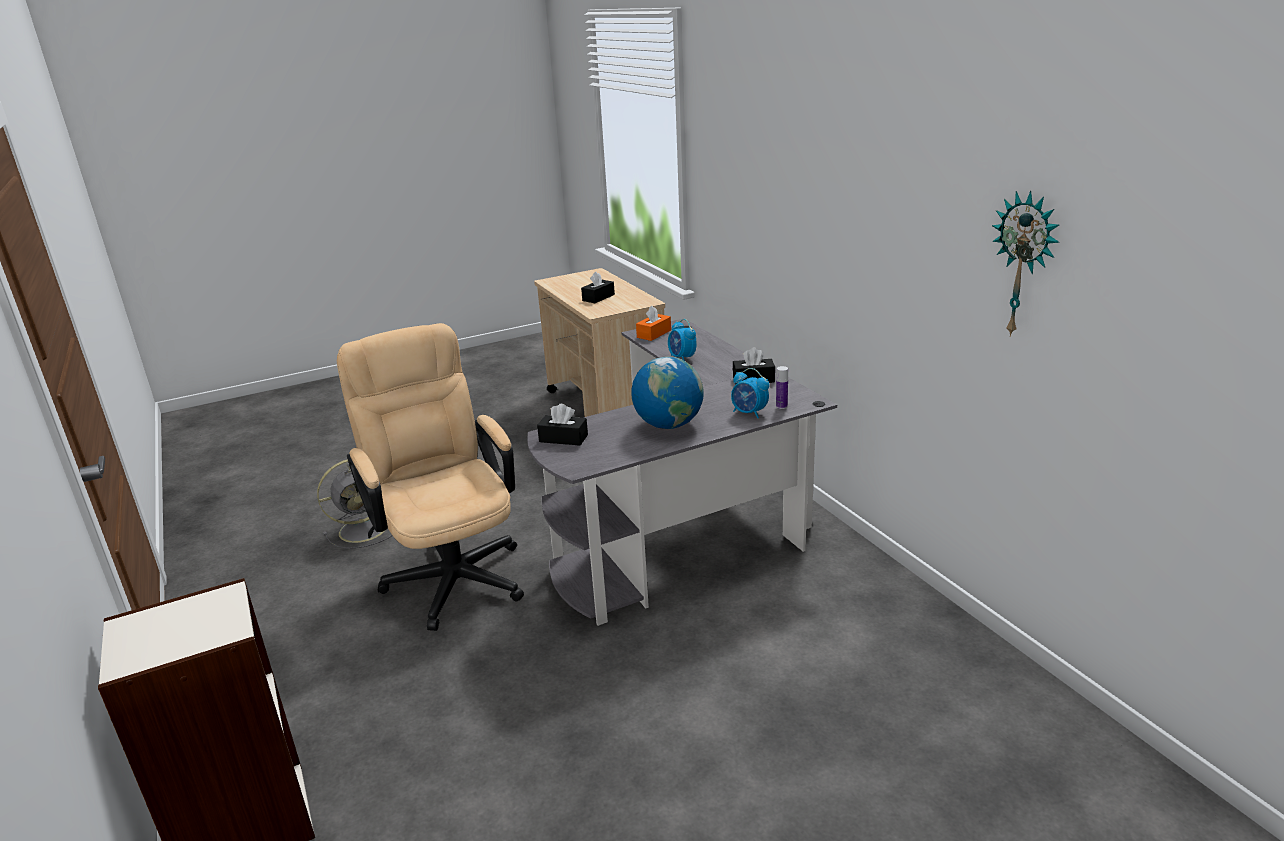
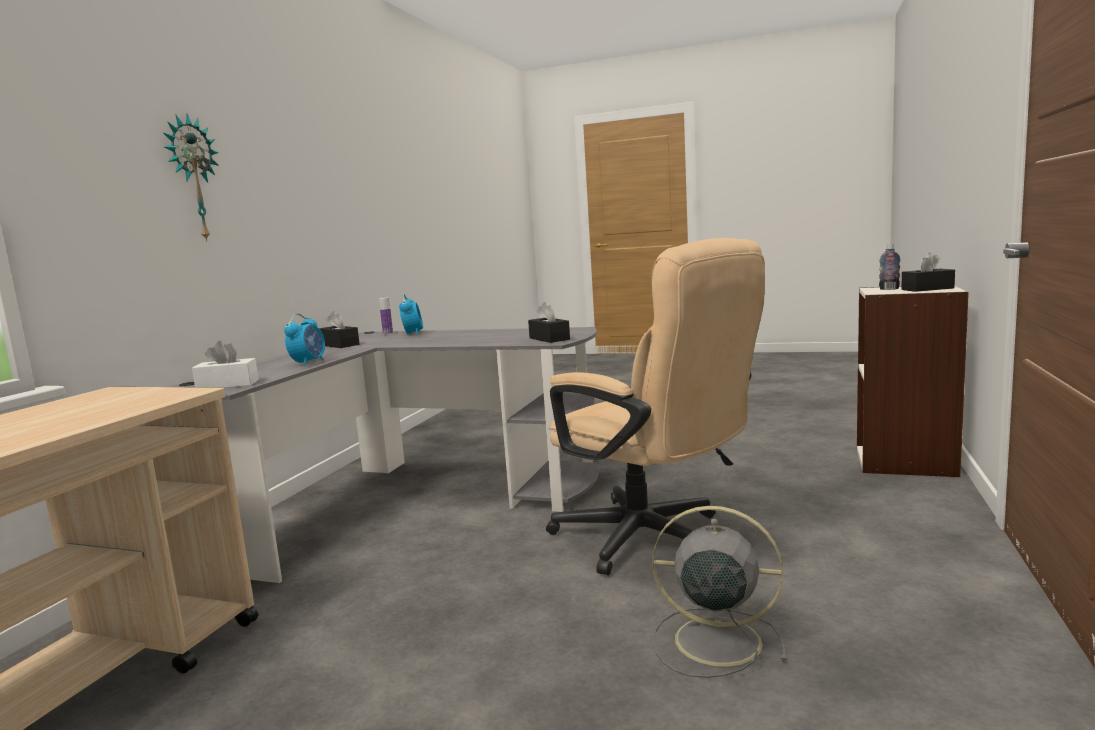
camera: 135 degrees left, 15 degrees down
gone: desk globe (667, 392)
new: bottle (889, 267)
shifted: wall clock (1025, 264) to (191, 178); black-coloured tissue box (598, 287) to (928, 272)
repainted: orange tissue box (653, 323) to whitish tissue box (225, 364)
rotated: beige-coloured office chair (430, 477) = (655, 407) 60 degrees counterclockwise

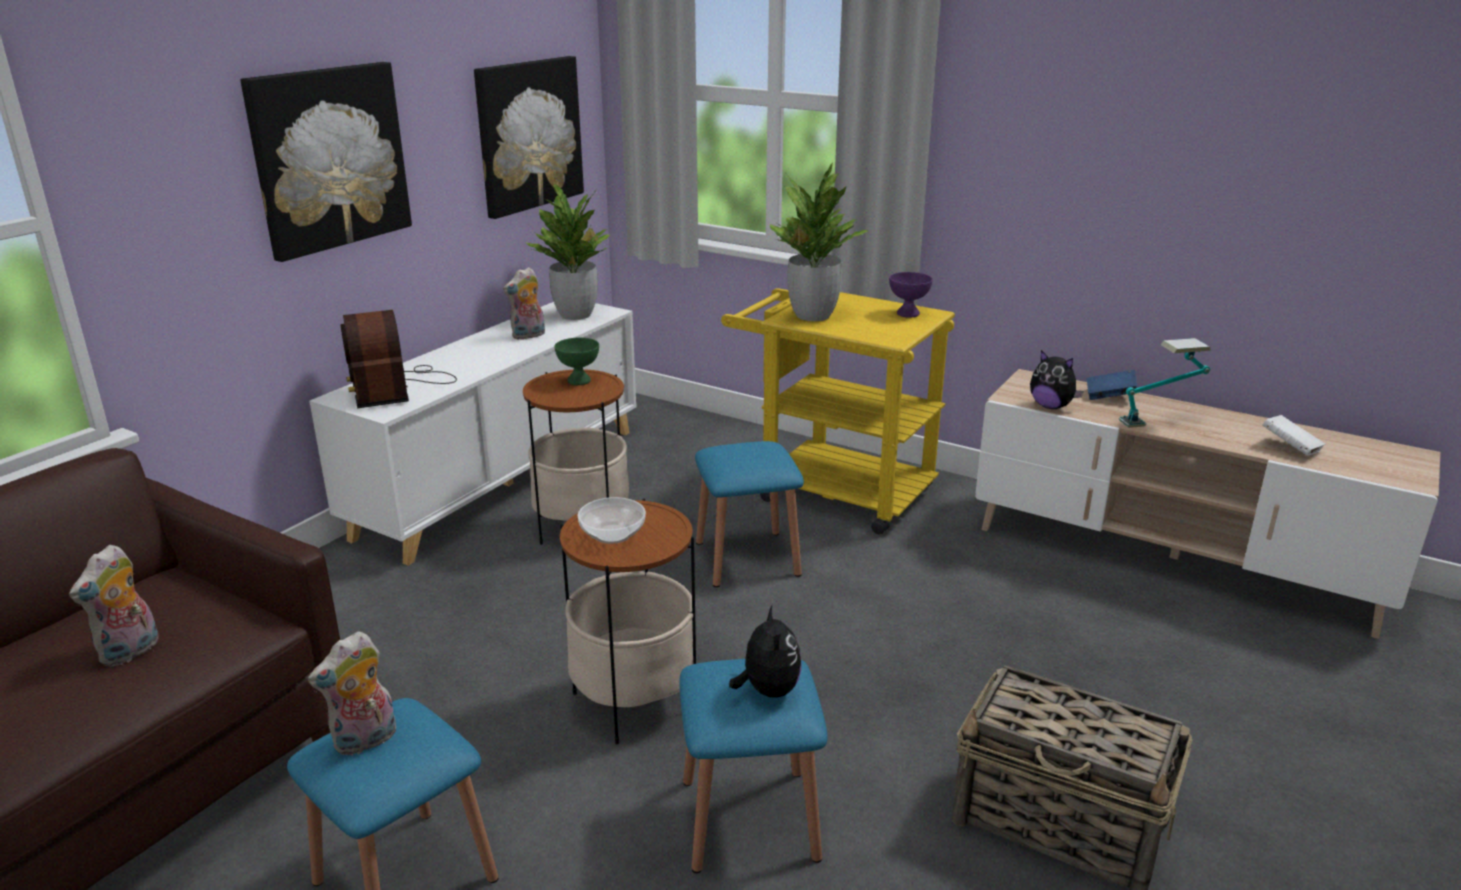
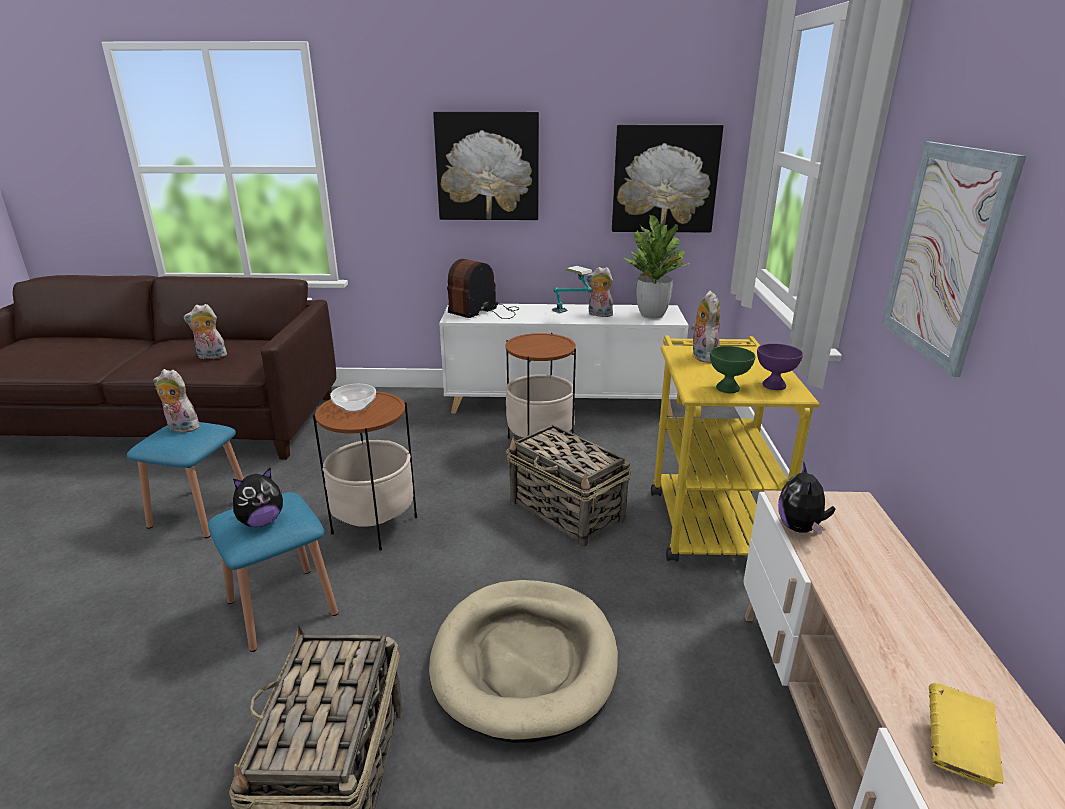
camera: 60 degrees right, 0 degrees up
gone: blue bound book (1112, 385)
new: beige-coloured pet bed (523, 661); wall picture (953, 259)
shifted: tabletop lamp (1165, 383) to (572, 289); greenish serving bowl (576, 361) to (732, 369)
swapped: blue stool seat (749, 514) to household basket (568, 486); plant in a pot (819, 242) to soft toy (705, 327)
repainted: whitish bound book (1294, 435) to yellow bound book (966, 735)

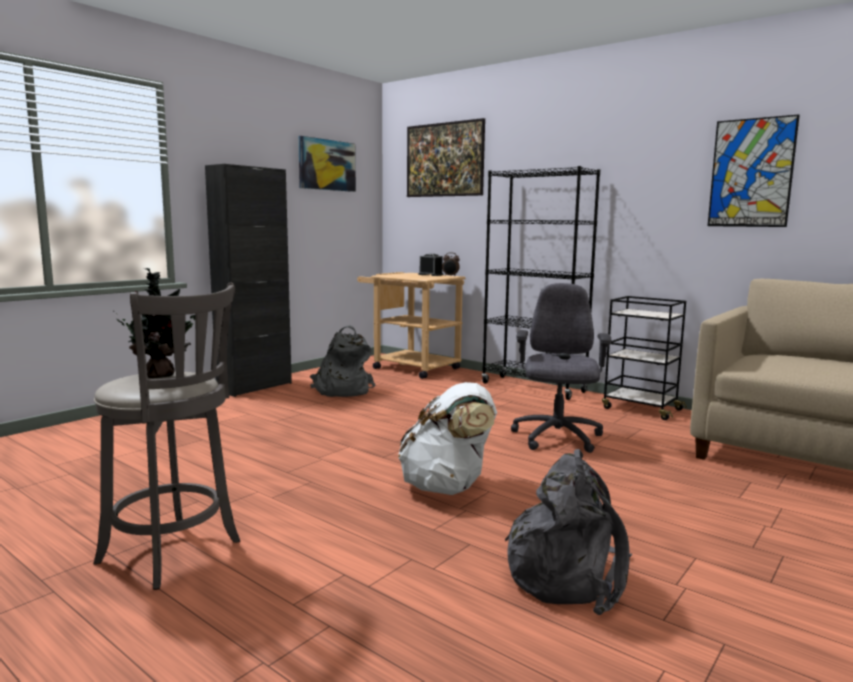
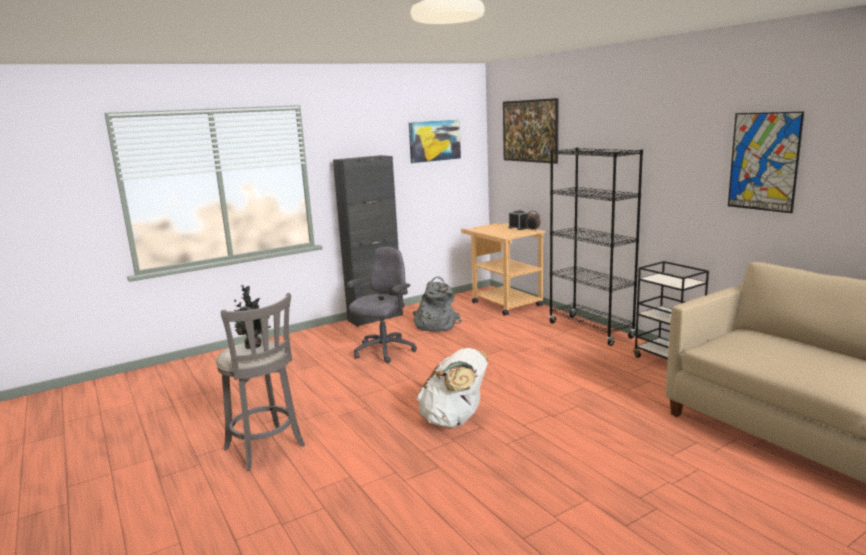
camera: 20 degrees right, 5 degrees up
gone: grey rucksack (569, 532)
shifted: grey office chair (561, 368) to (382, 305)

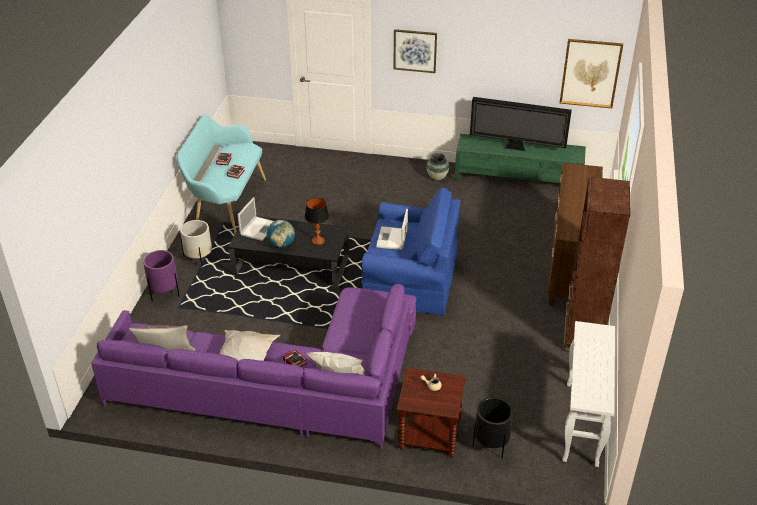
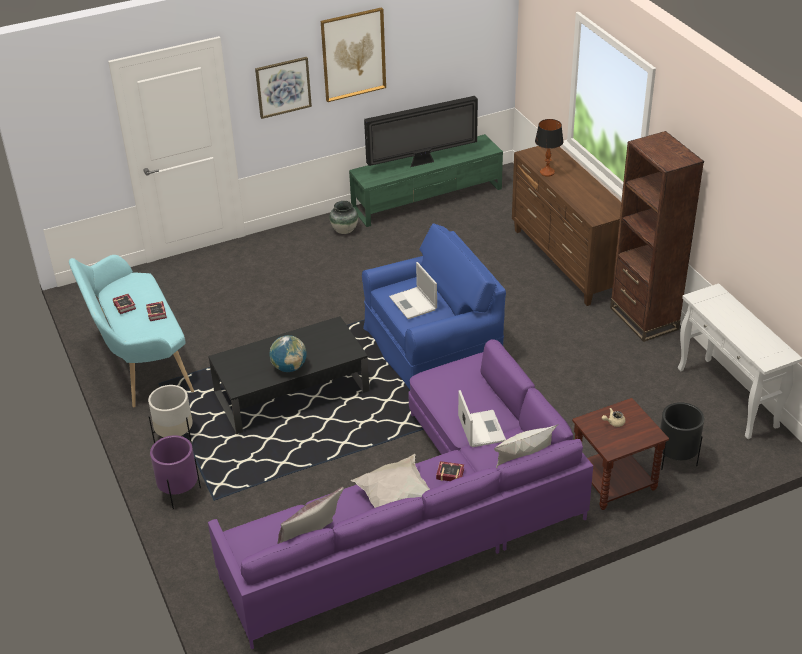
camera: 35 degrees left, 0 degrees up
shifted: wall picture (591, 73) to (353, 54); portable computer (255, 219) to (482, 418); tabletop lamp (317, 221) to (549, 148)

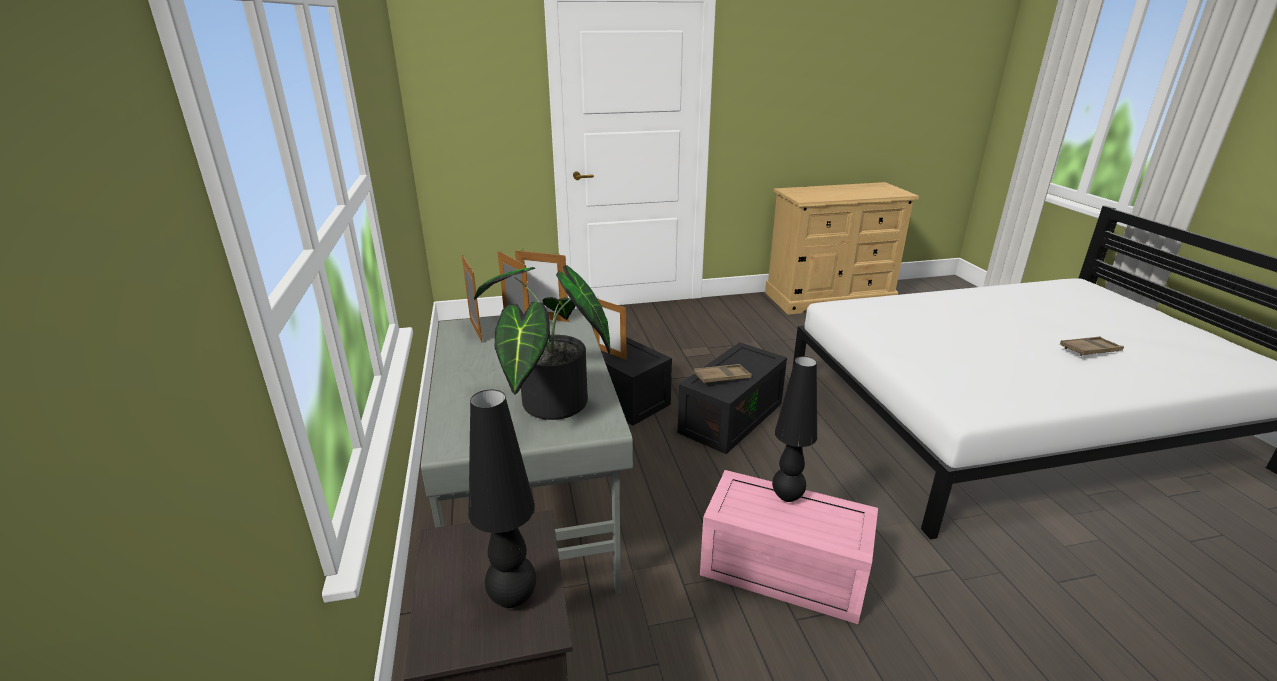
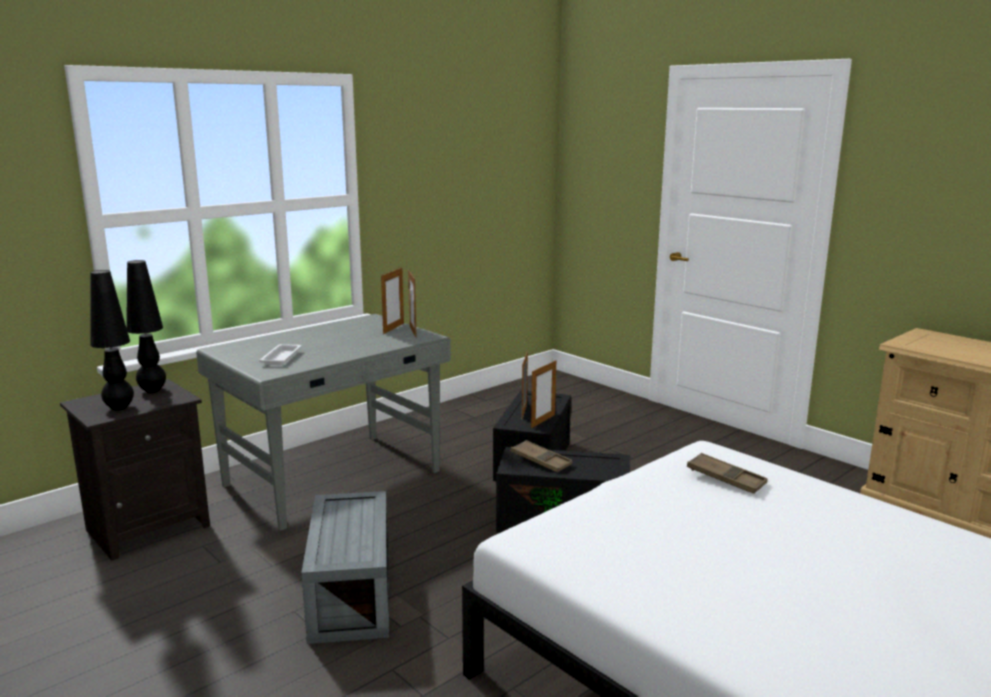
camera: 60 degrees right, 10 degrees down
shifted: black-coloured tabletop lamp (794, 429) to (146, 326); picture frame (472, 299) to (543, 394); brownish carrying tray (1092, 346) to (727, 473)
swapped: plant in a pot (542, 342) to whitish carrying tray (280, 354)
repainted: pink storage bin (789, 547) to grey storage bin (345, 567)

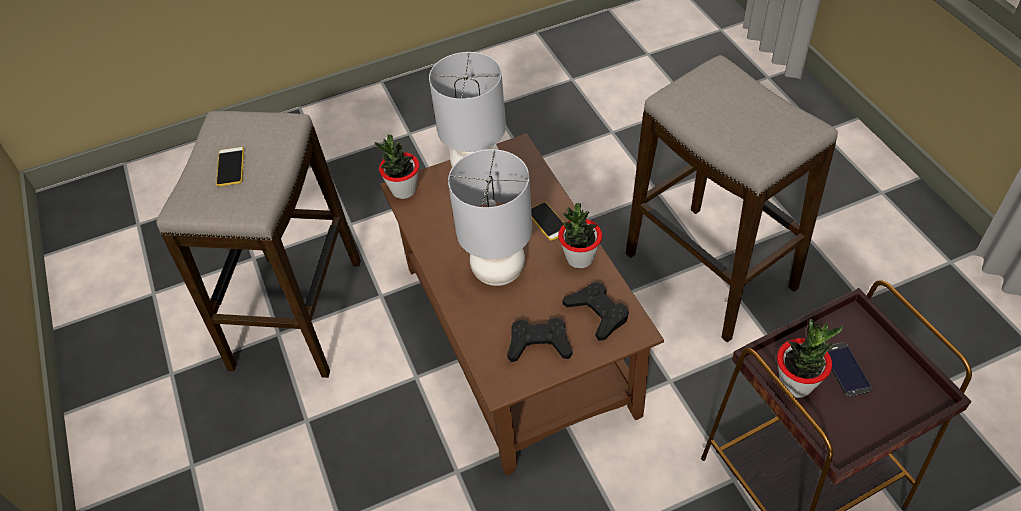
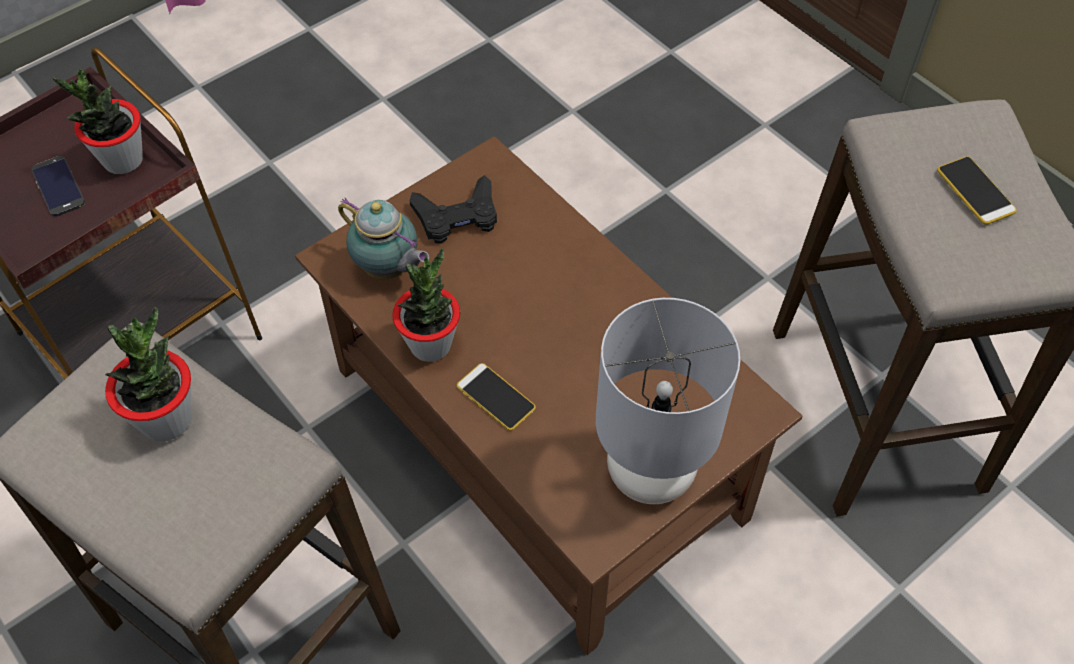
camera: 160 degrees right, 5 degrees up
gone: grey tabletop lamp (490, 217)
shifted: plant in a pot (396, 167) to (148, 374)
swapped: black-coloured joypad (595, 311) to teapot (383, 239)

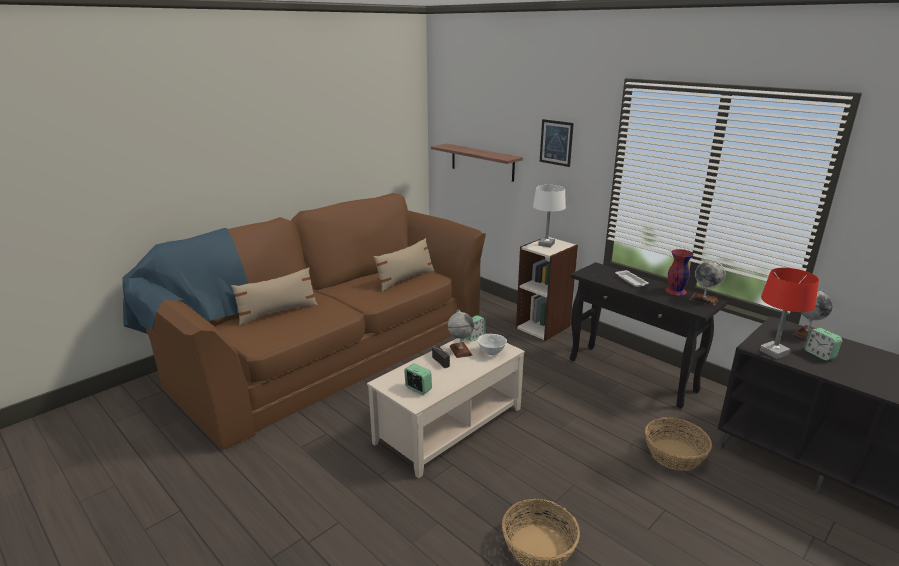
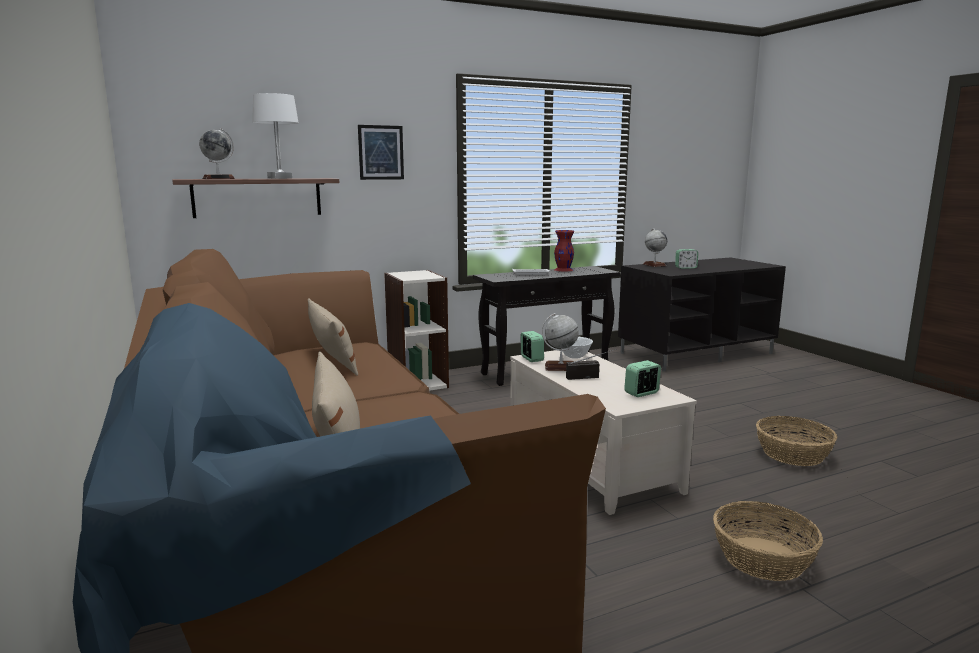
camera: 70 degrees left, 10 degrees down
gone: red tabletop lamp (789, 313)
shifted: desk globe (708, 283) to (217, 153); whitish tabletop lamp (549, 216) to (275, 136); household basket (678, 444) to (768, 541)

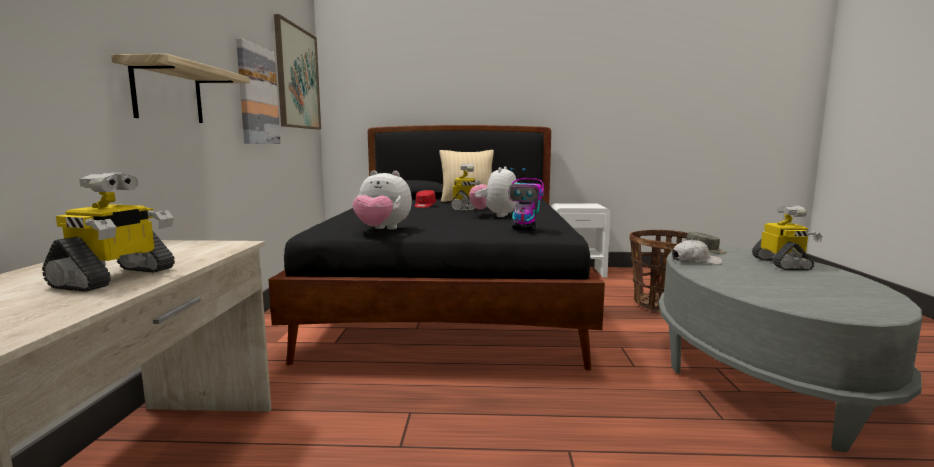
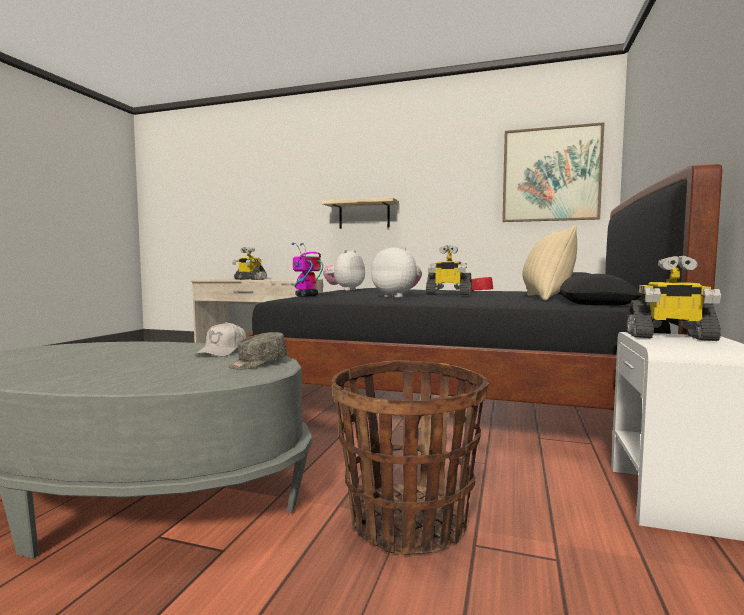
camera: 105 degrees right, 5 degrees down
gone: wall picture (258, 91)
shifted: toy robot (787, 238) to (674, 298)

